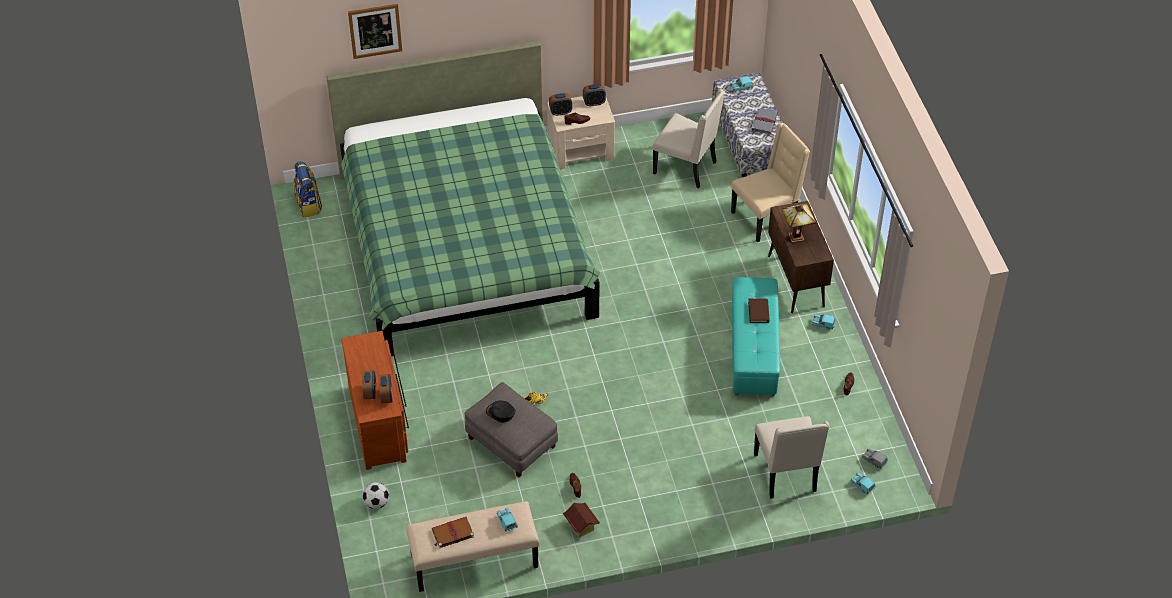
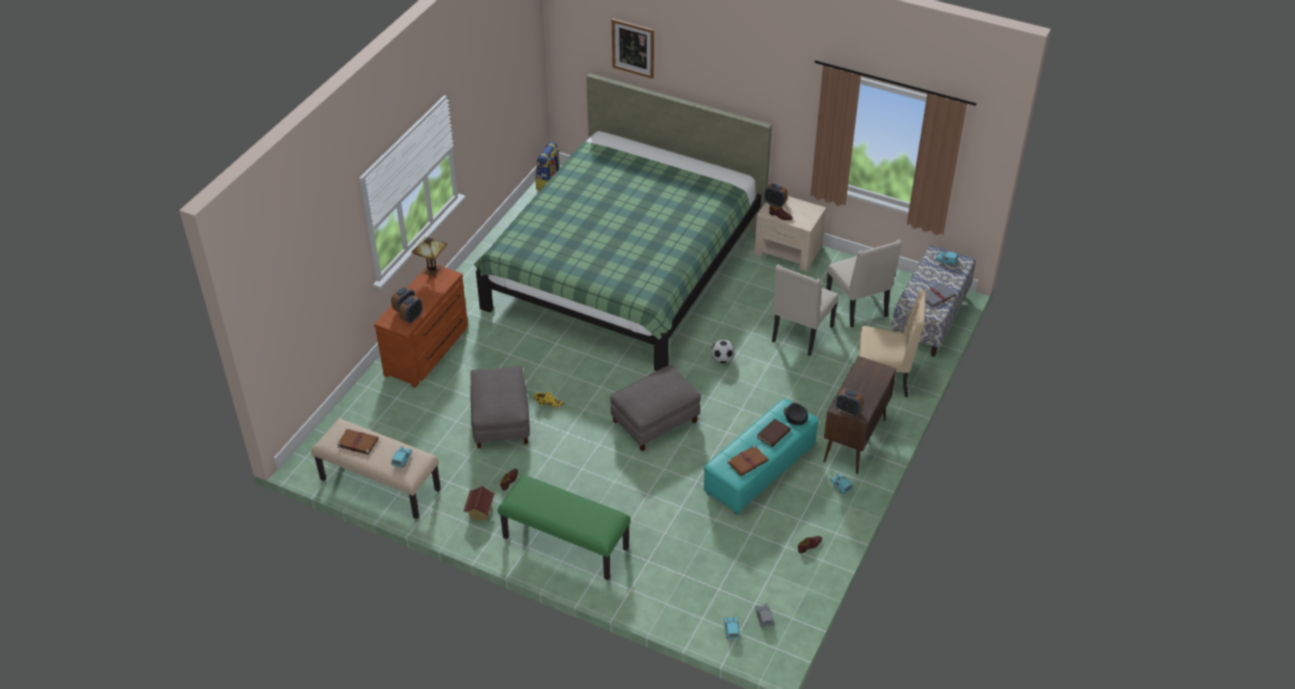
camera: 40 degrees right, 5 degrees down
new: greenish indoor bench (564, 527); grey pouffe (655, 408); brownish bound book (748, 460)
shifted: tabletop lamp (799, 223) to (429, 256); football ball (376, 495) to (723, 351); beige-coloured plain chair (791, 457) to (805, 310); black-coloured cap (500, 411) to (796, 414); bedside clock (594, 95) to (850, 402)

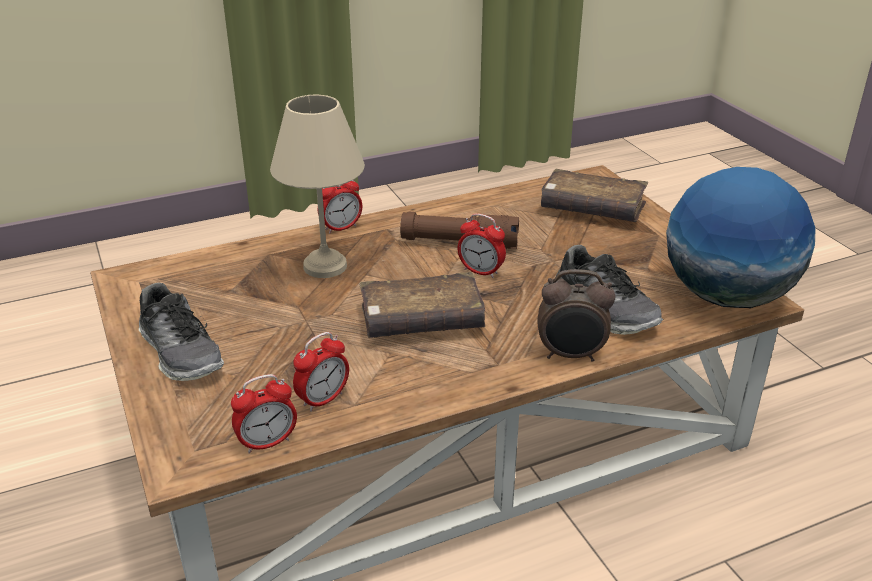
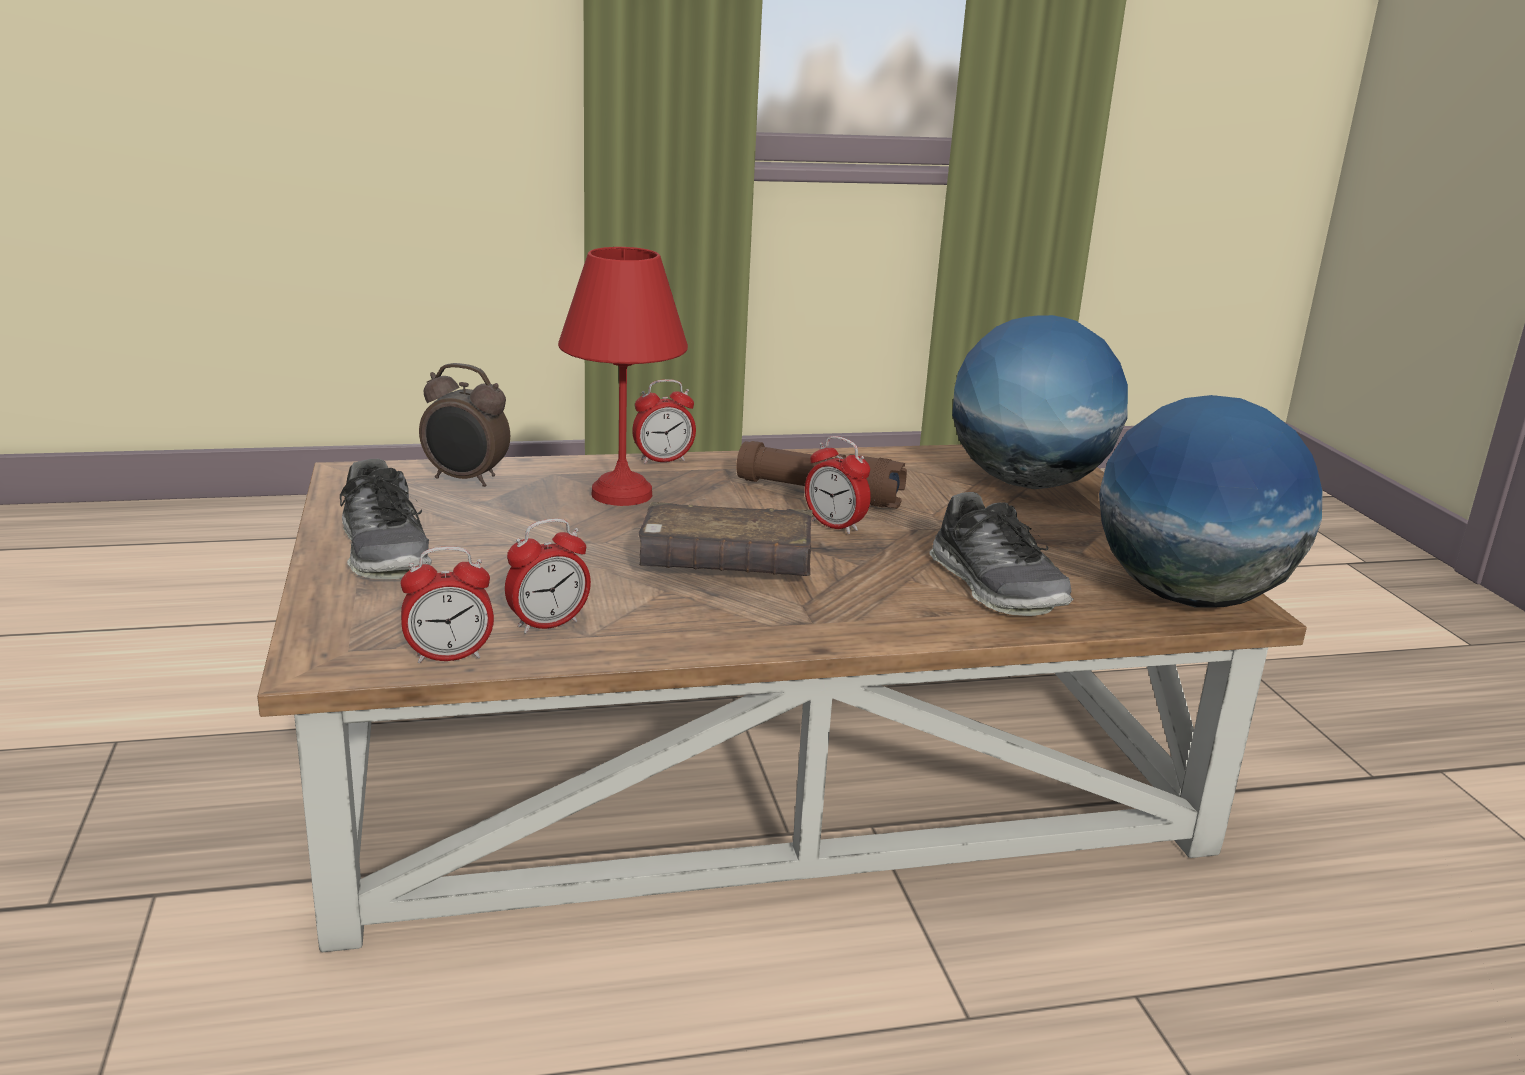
camera: 10 degrees right, 10 degrees down
shifted: bedside clock (576, 315) to (464, 425)
swapped: brownish bound book (594, 195) to desk globe (1040, 402)
repainted: beige-coloured tabletop lamp (317, 186) to red tabletop lamp (623, 376)

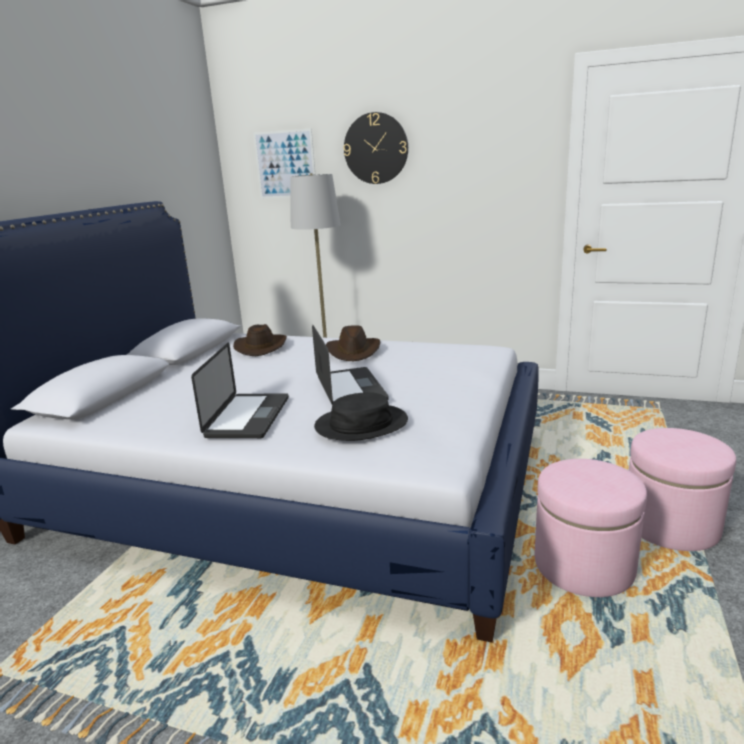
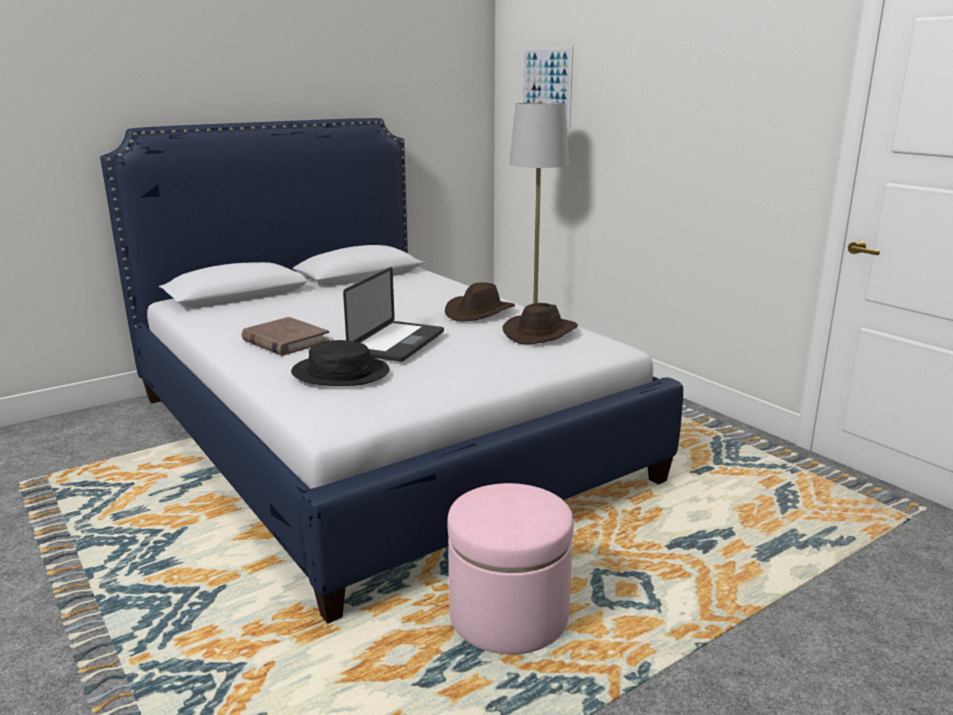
camera: 35 degrees right, 0 degrees up
gone: wall clock (375, 148); pink pouffe (682, 489)
shifted: brownish clothing hat (260, 340) to (540, 323)
swapped: portable computer (240, 390) to brownish bound book (285, 336)

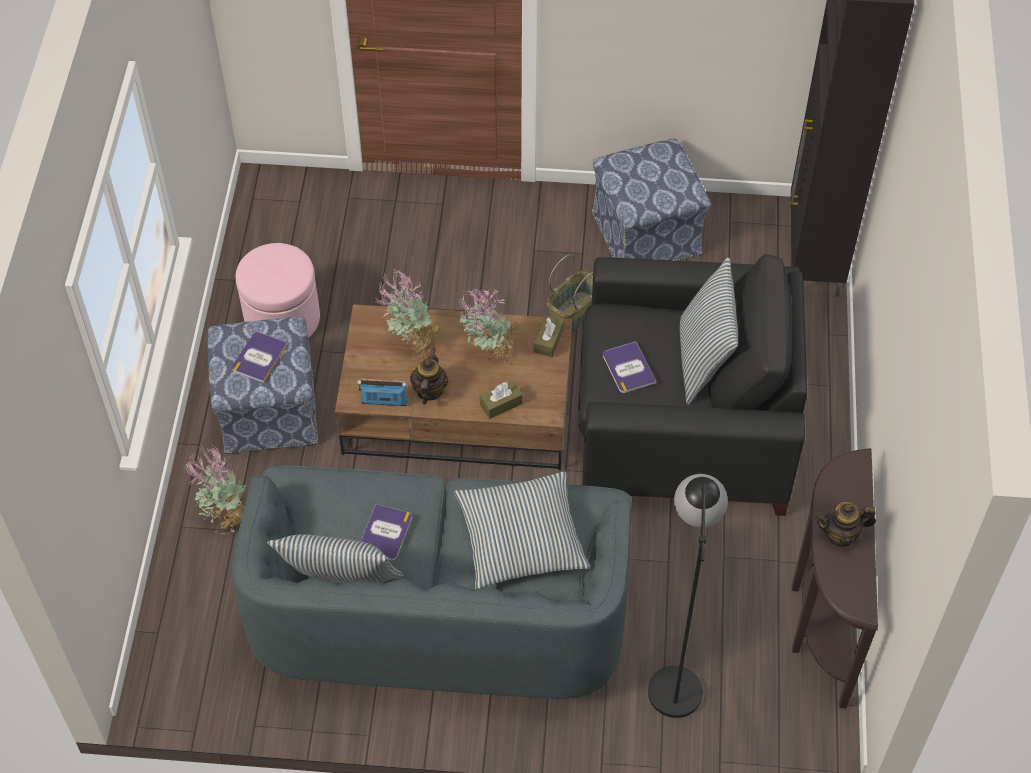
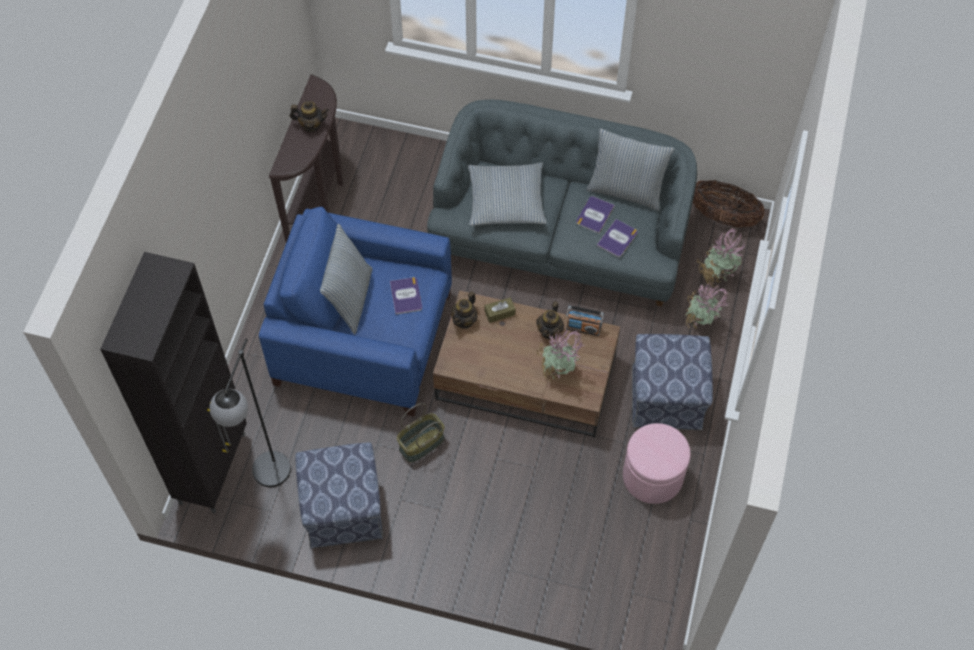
camera: 170 degrees left, 5 degrees up
gone: brownish tissue box (549, 336)
new: teapot (464, 310); household basket (729, 203)
shifted: black-coloured floor lamp (688, 596) to (250, 413); bound book (260, 357) to (617, 238); plant in a pot (489, 326) to (721, 257)
repainted: black-coloured armchair (692, 385) to blue armchair (355, 311)

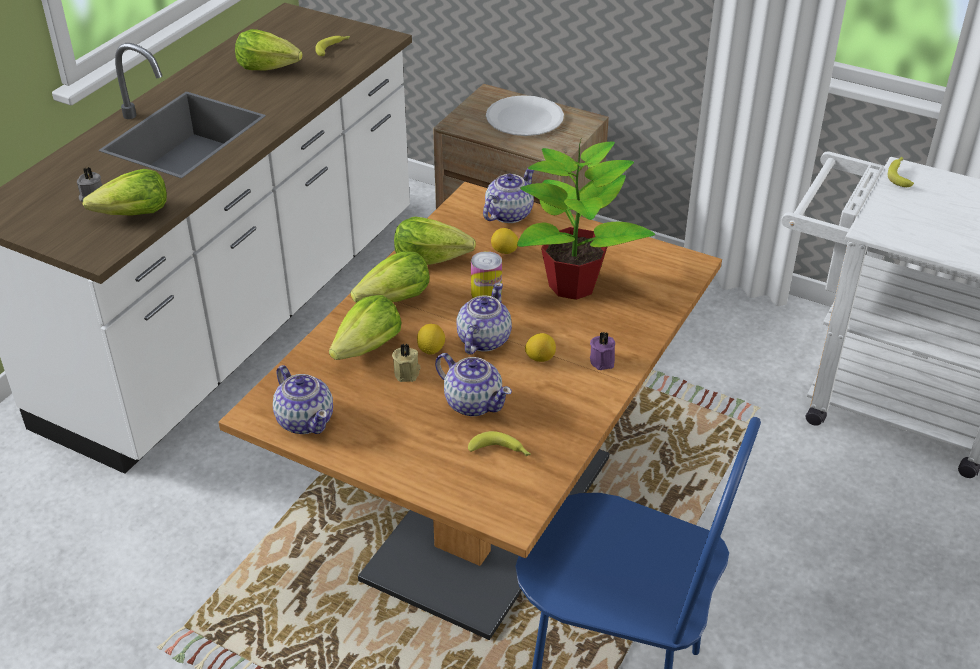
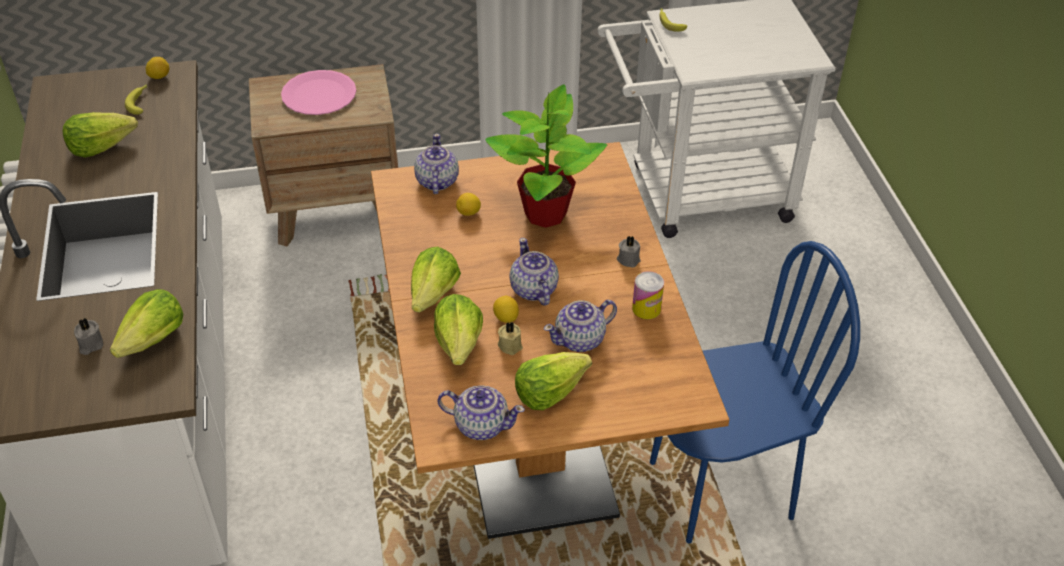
camera: 40 degrees left, 5 degrees up
gone: banana fruit (499, 443)
shifted: lemon (540, 347) to (157, 68); lettuce (435, 241) to (553, 381); sealed can (486, 274) to (648, 295)
repainted: whitish plate (525, 115) to pink plate (318, 92); purplish wax light (602, 351) to grey wax light (628, 251)
rotated: teapot (473, 384) = (580, 326) 150 degrees clockwise

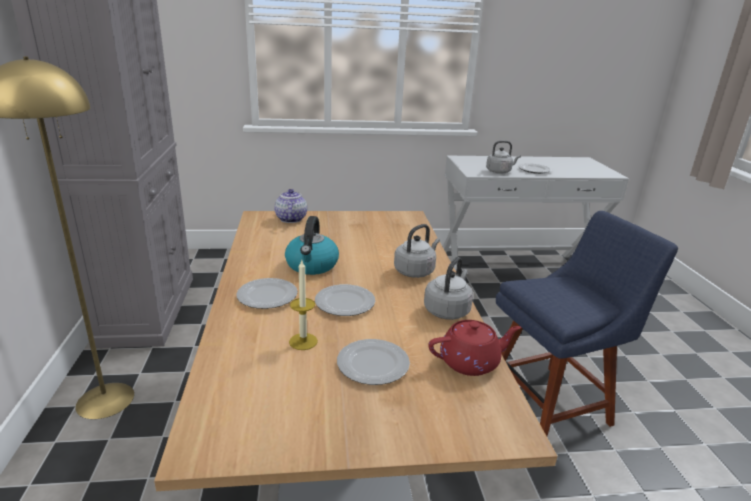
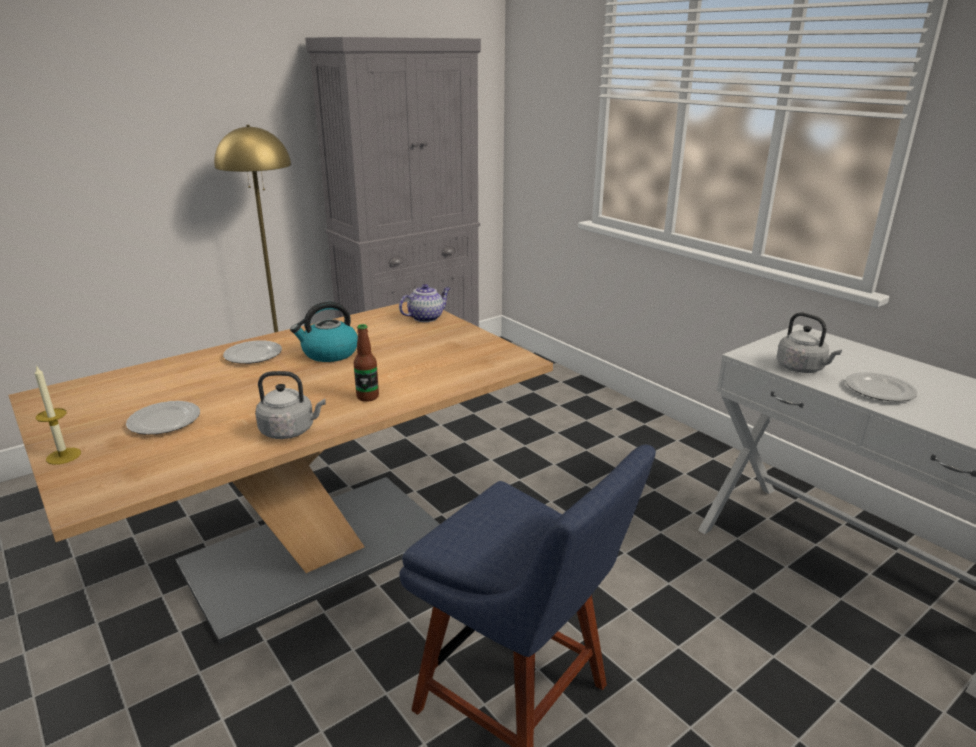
camera: 60 degrees right, 0 degrees up
gone: plate (345, 300); red teapot (474, 348)
shifted: wax light (303, 305) to (58, 415)
swapped: grey tea kettle (417, 251) to bottle (366, 363)

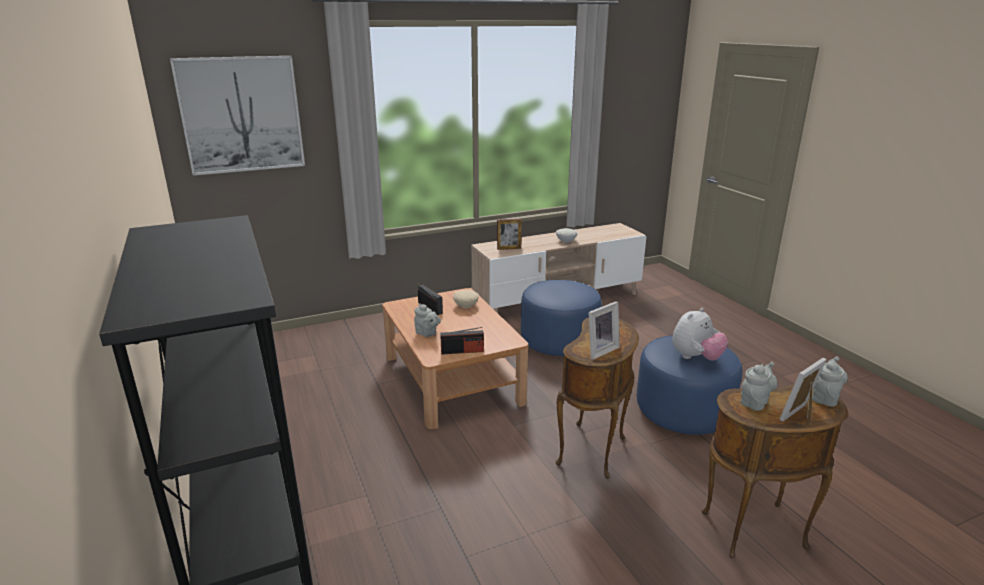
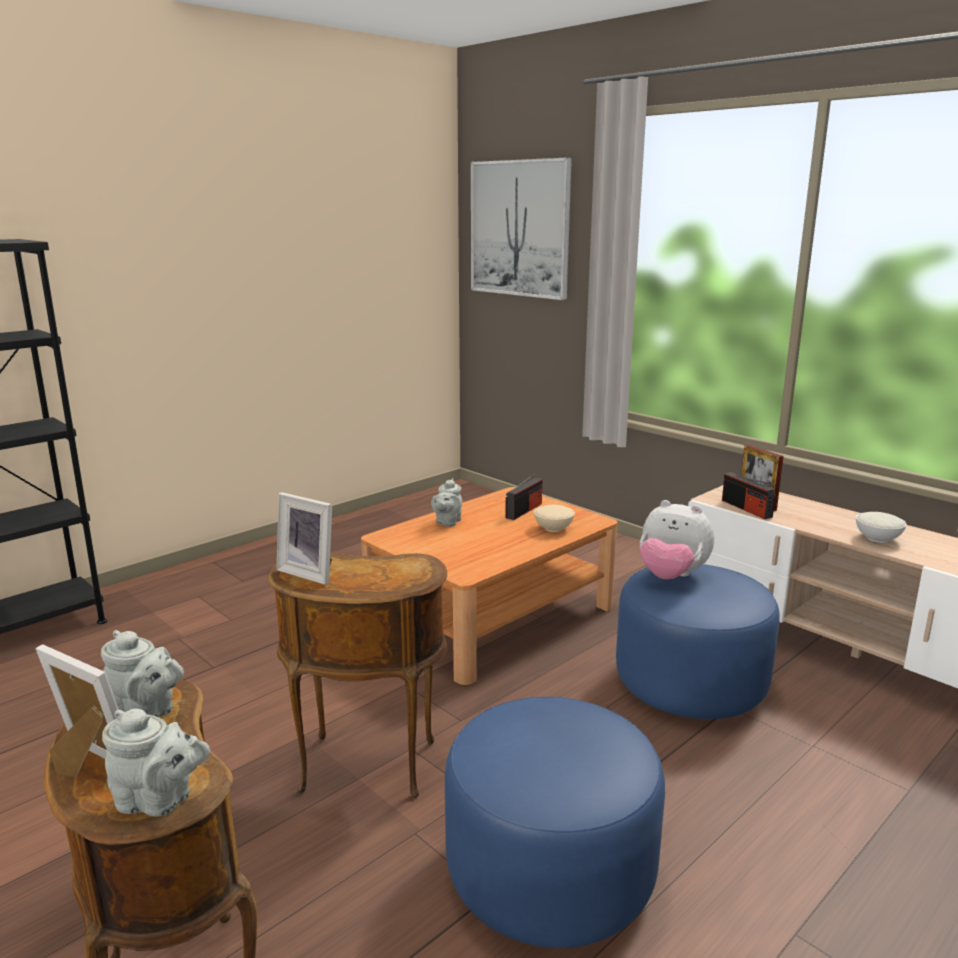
camera: 70 degrees right, 5 degrees down
shifted: soft toy (700, 334) to (677, 540); radio set (462, 341) to (749, 495)

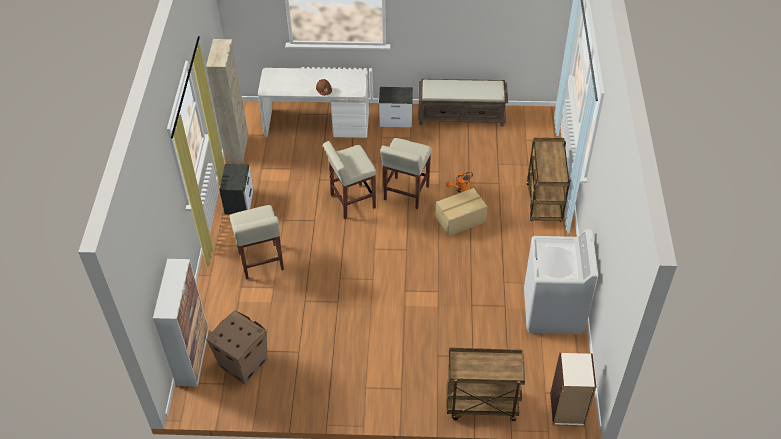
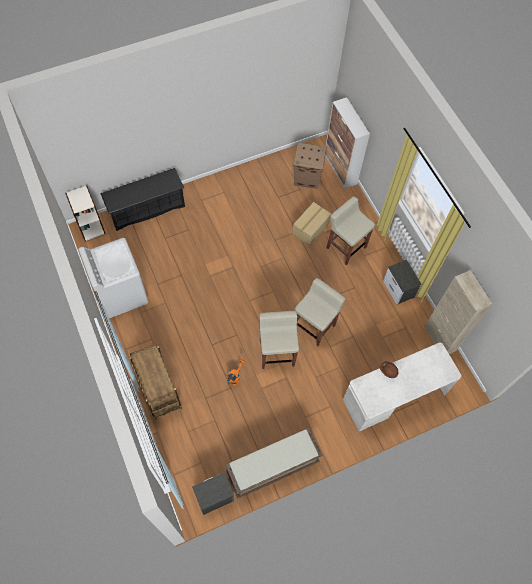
camera: 150 degrees right, 15 degrees up
shifted: nightstand (396, 107) to (213, 493); carton (461, 212) to (311, 224)
swapped: brownish wheeled cart (486, 384) to black-coloured shoe shelf (142, 199)

